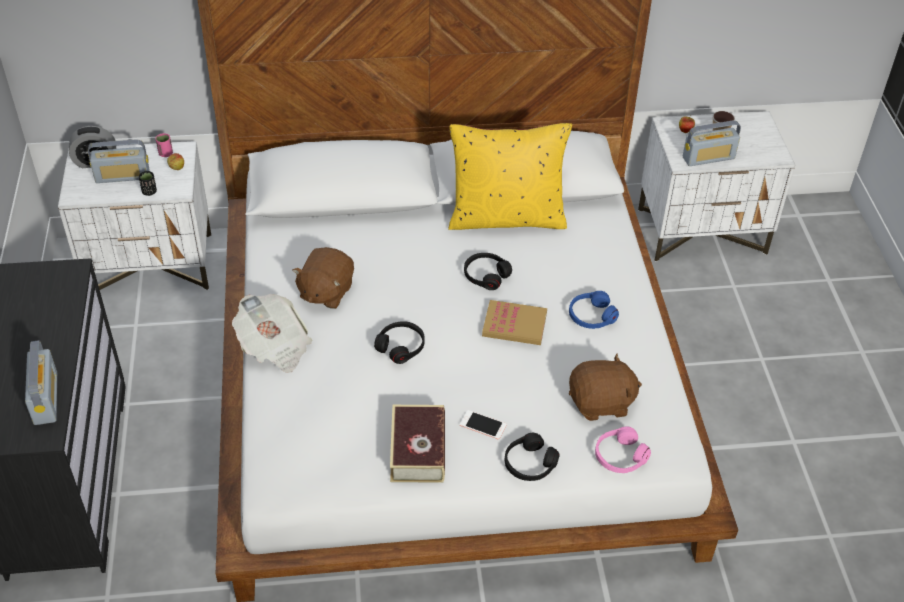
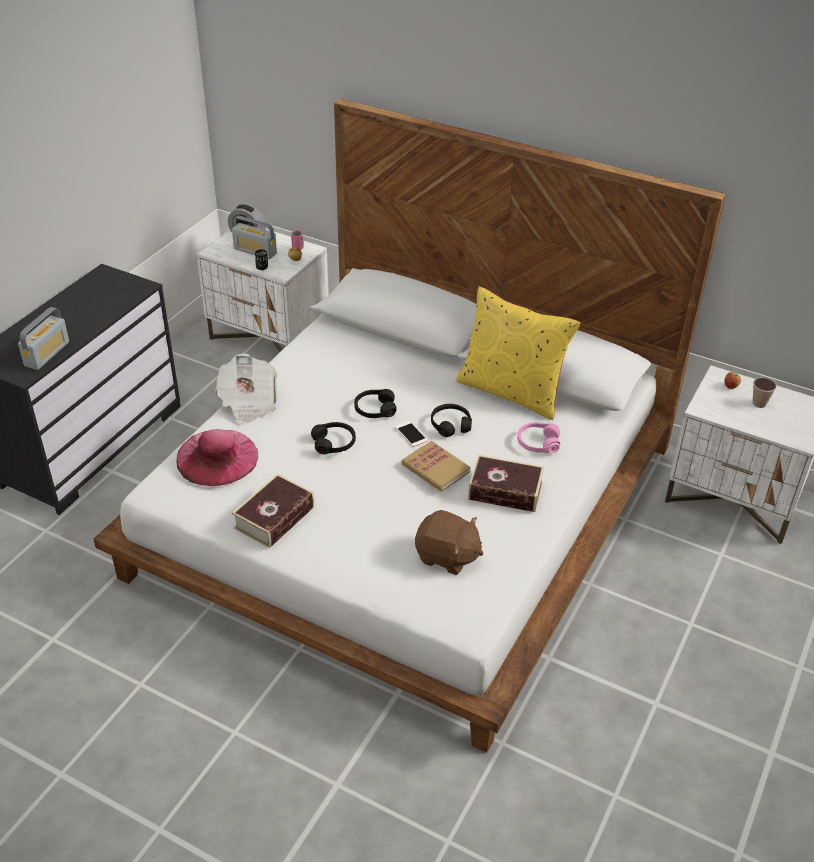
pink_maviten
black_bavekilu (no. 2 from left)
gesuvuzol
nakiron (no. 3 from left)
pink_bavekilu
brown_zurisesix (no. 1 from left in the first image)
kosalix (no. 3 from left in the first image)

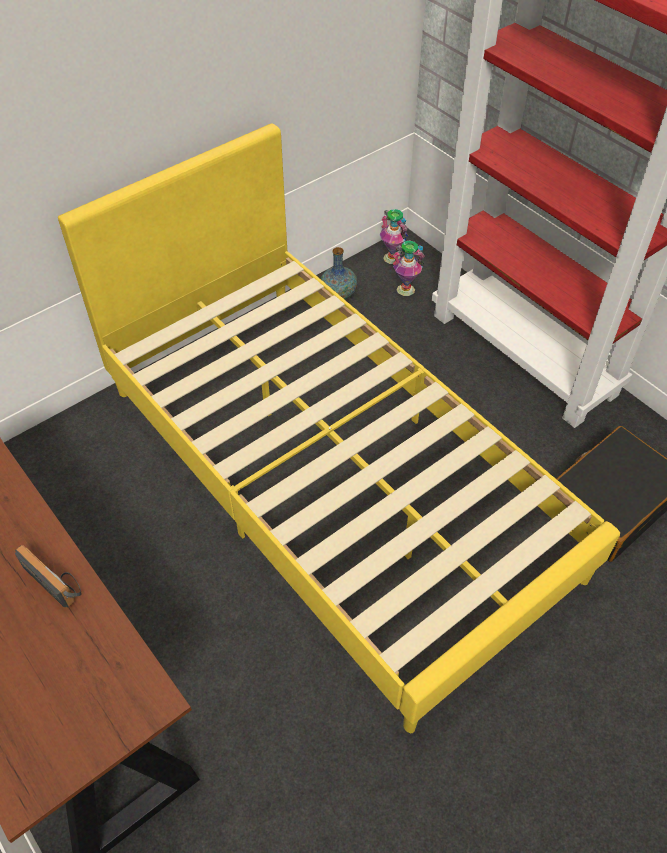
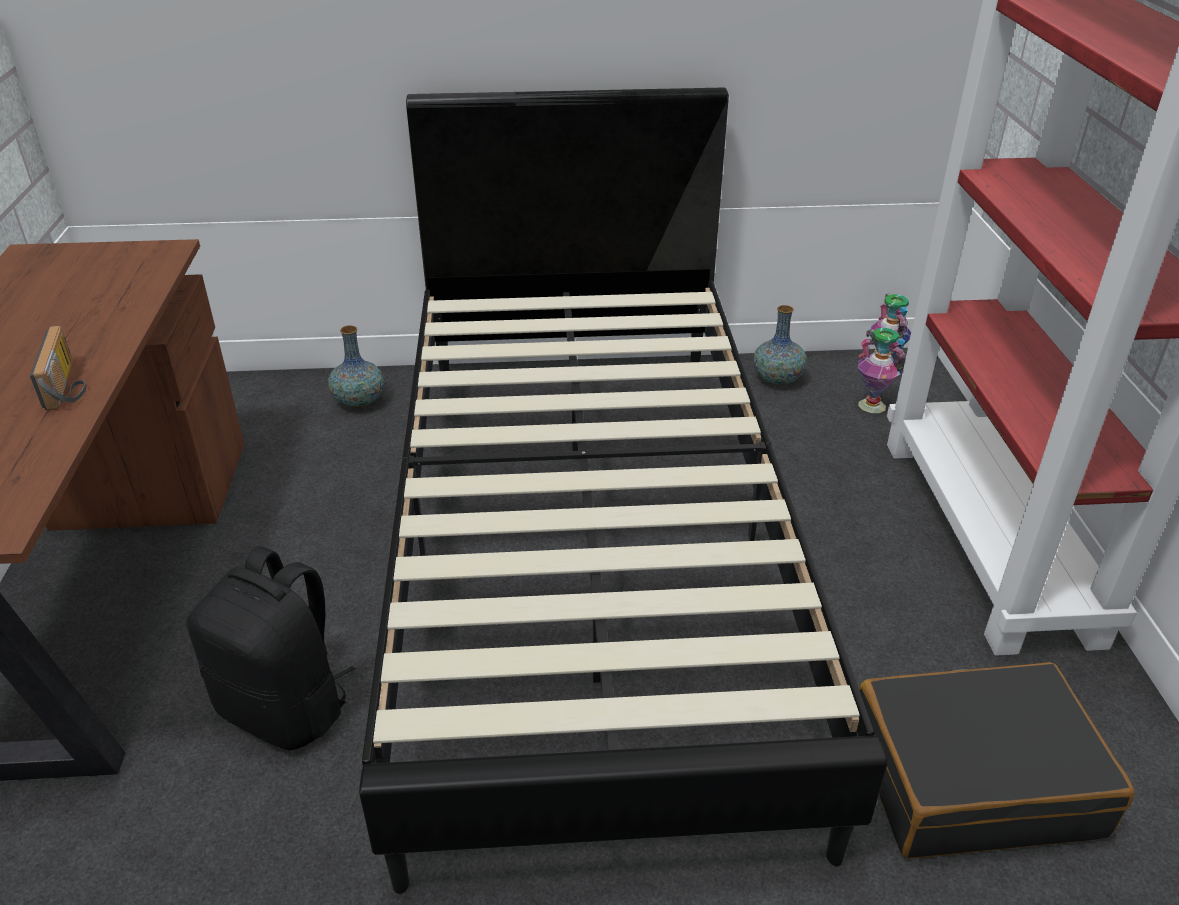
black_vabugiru
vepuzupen (no. 1 from left)
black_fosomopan

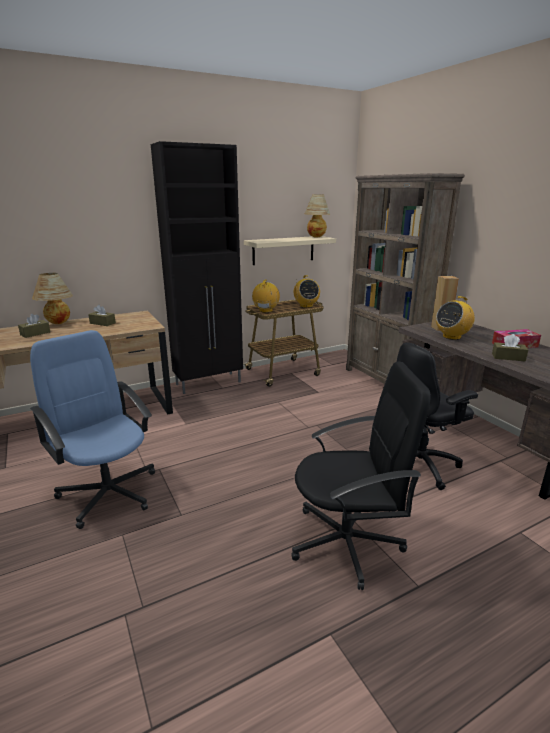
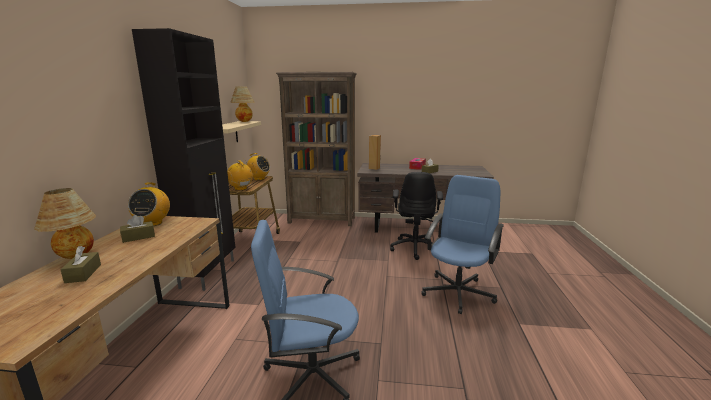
kosalix (no. 1 from left)
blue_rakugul (no. 2 from left)

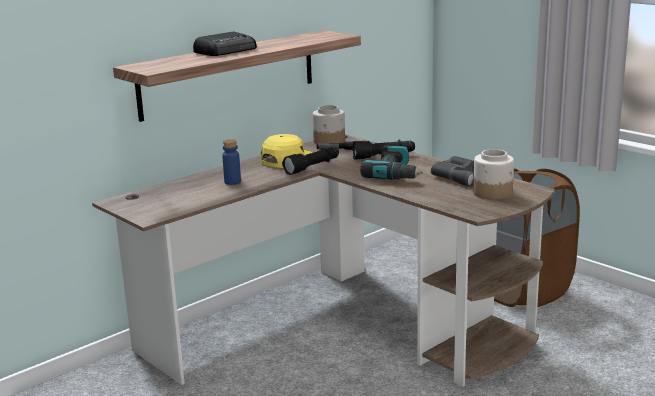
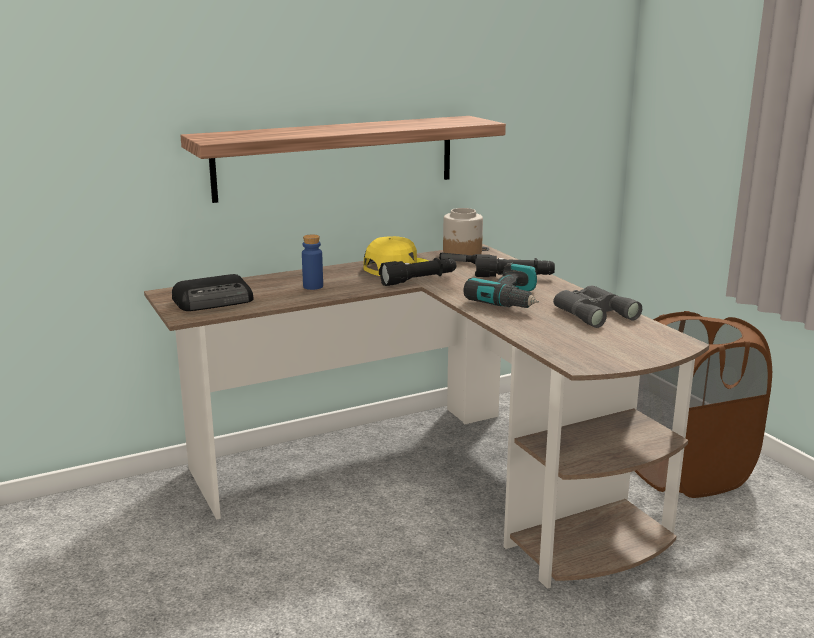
kosalix
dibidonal (no. 2 from left in the first image)

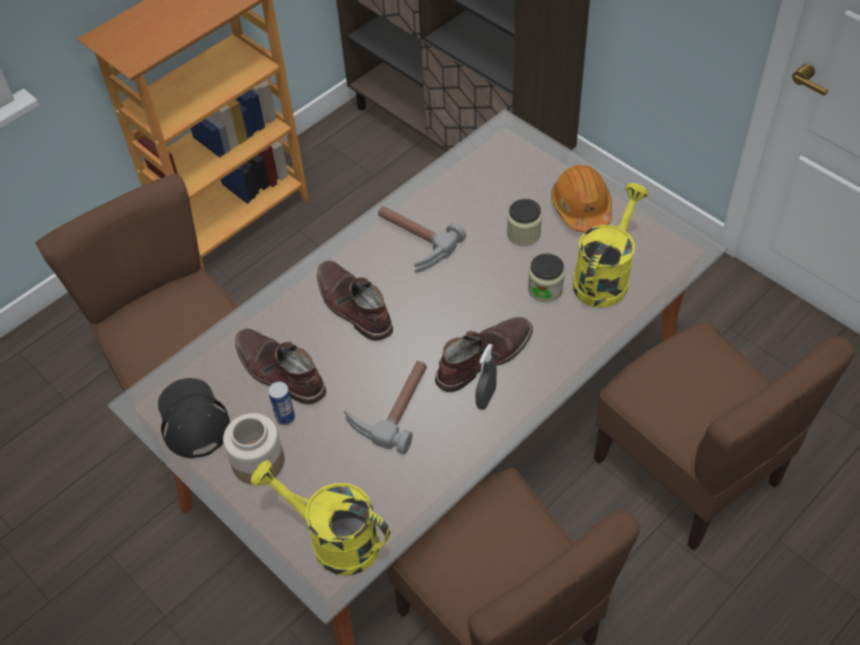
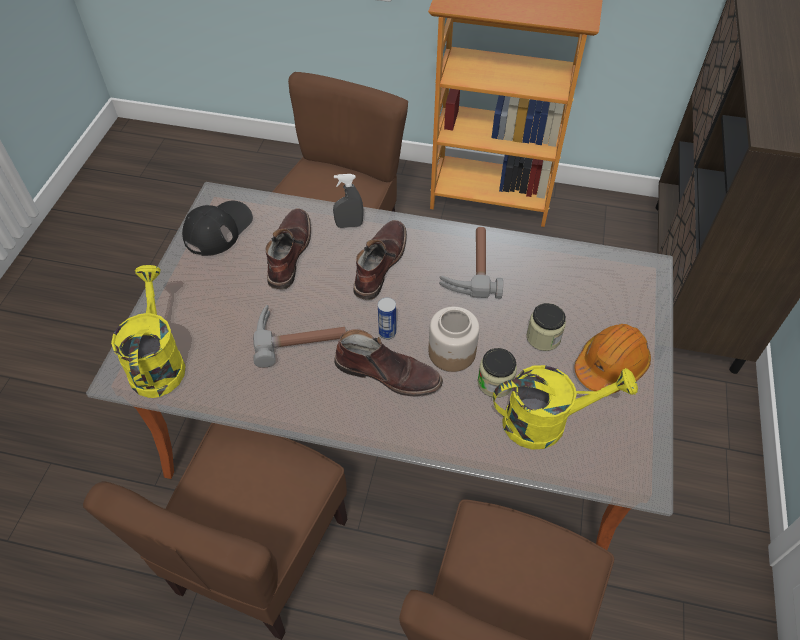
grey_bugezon
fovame
dibidonal (no. 1 from left)

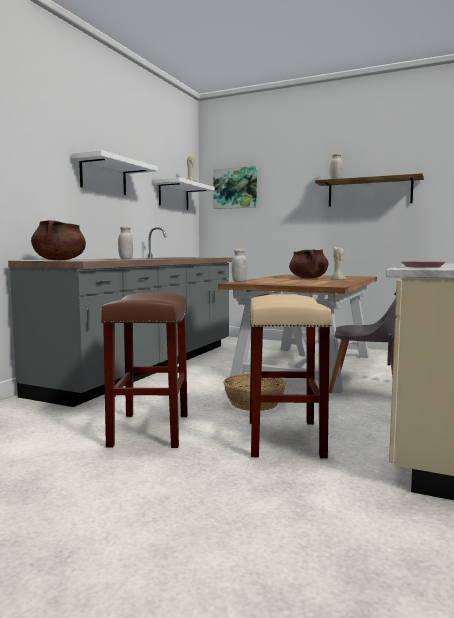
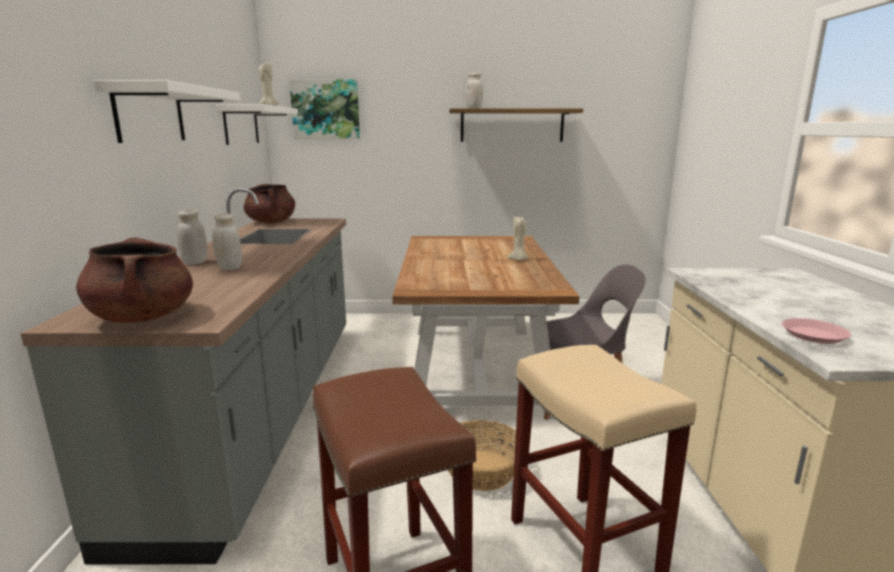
white_dibidonal (no. 1 from left)
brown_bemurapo (no. 2 from left)

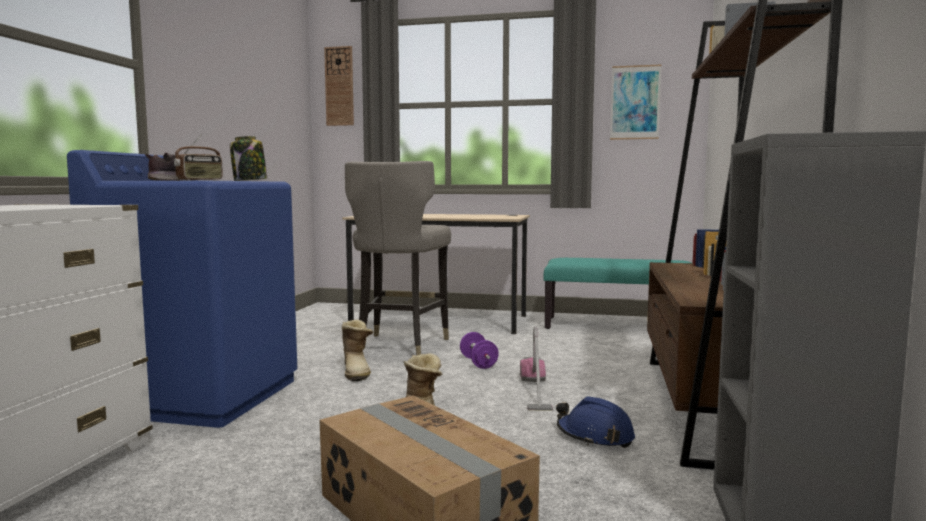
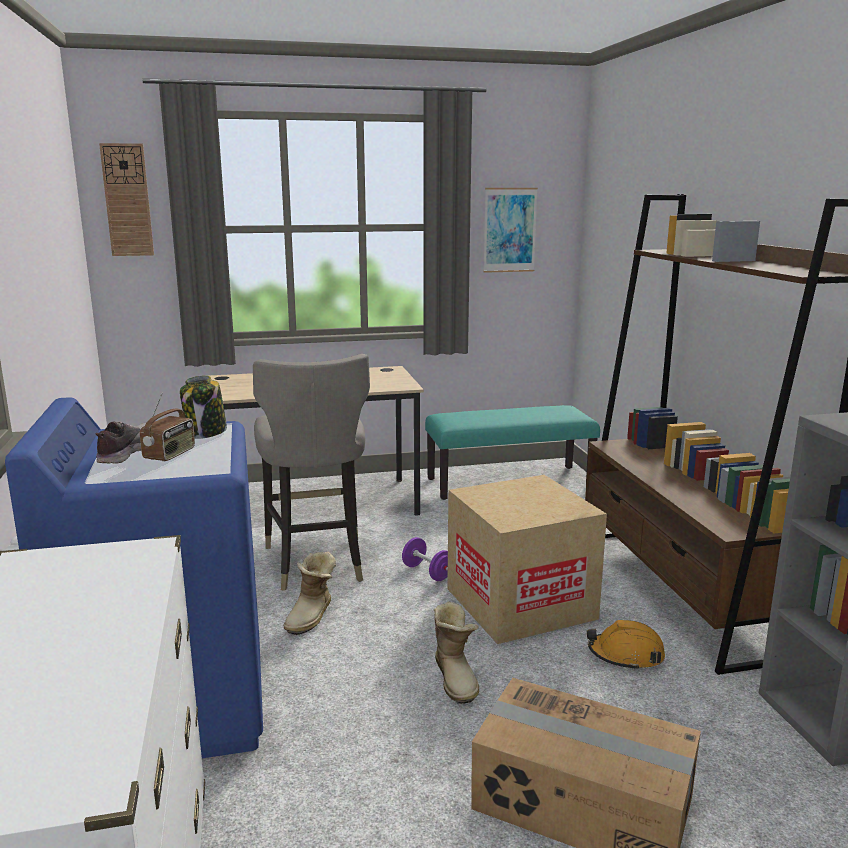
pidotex (no. 1 from left)
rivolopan (no. 1 from left)
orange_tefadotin

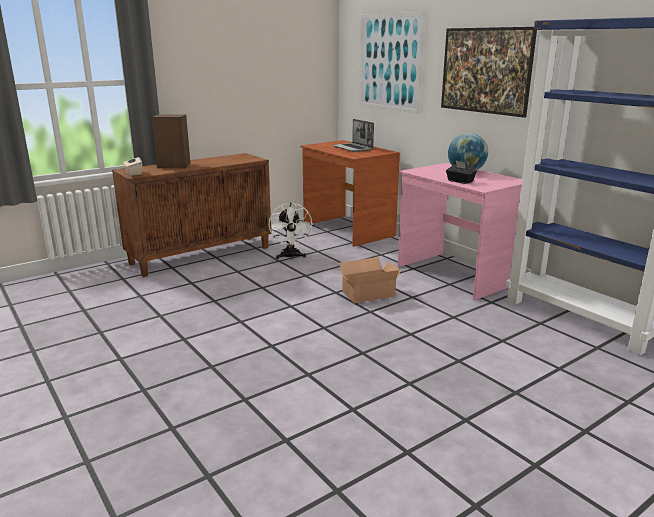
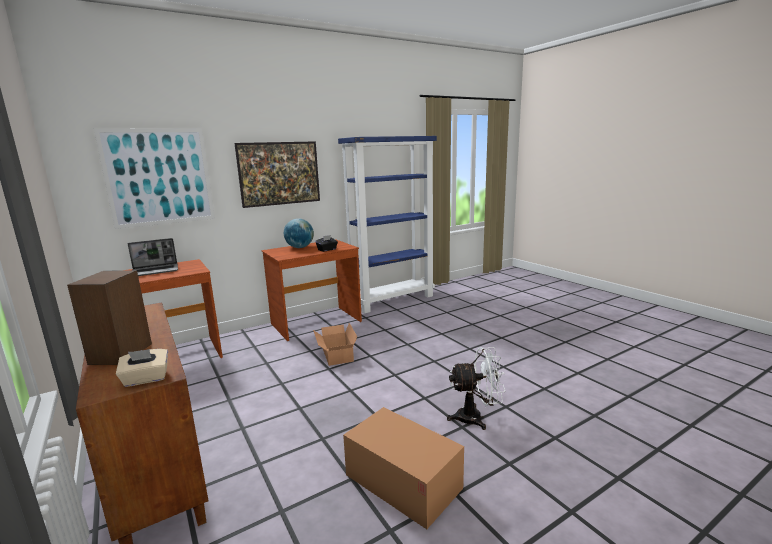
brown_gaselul (no. 2 from left)
rivolopan (no. 2 from left)
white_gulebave

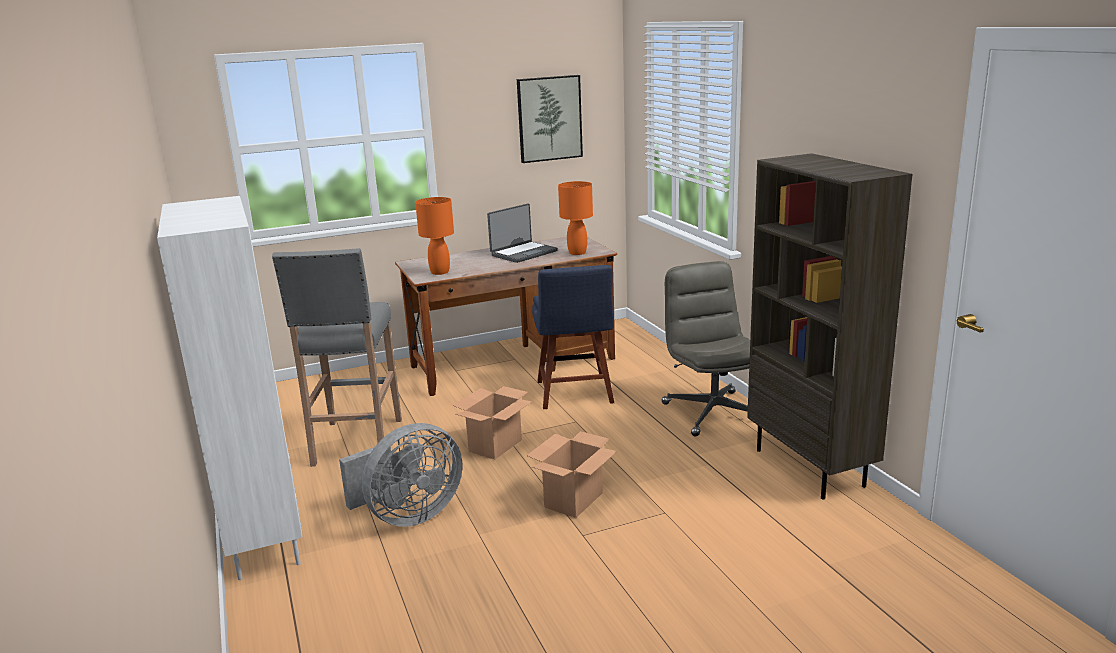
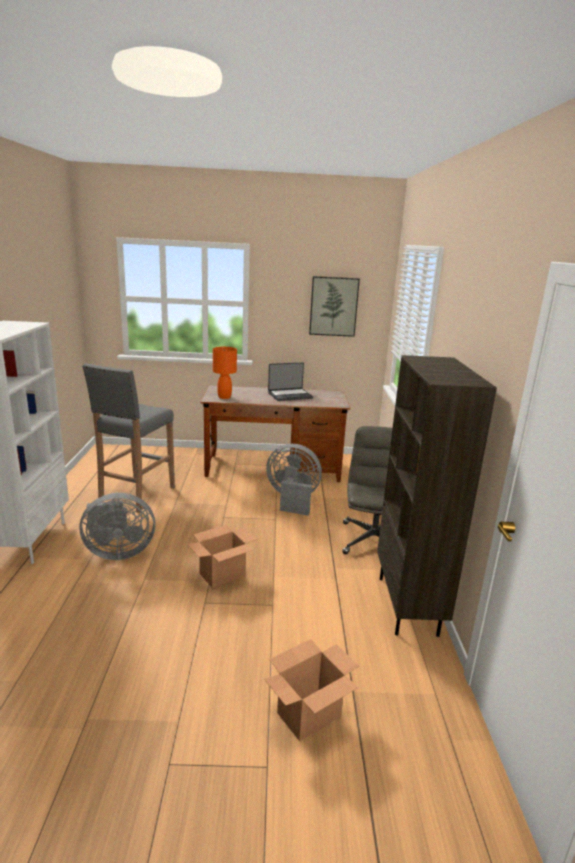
rivolopan (no. 2 from left)
grey_gulebave (no. 2 from left)
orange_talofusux (no. 2 from left in the first image)

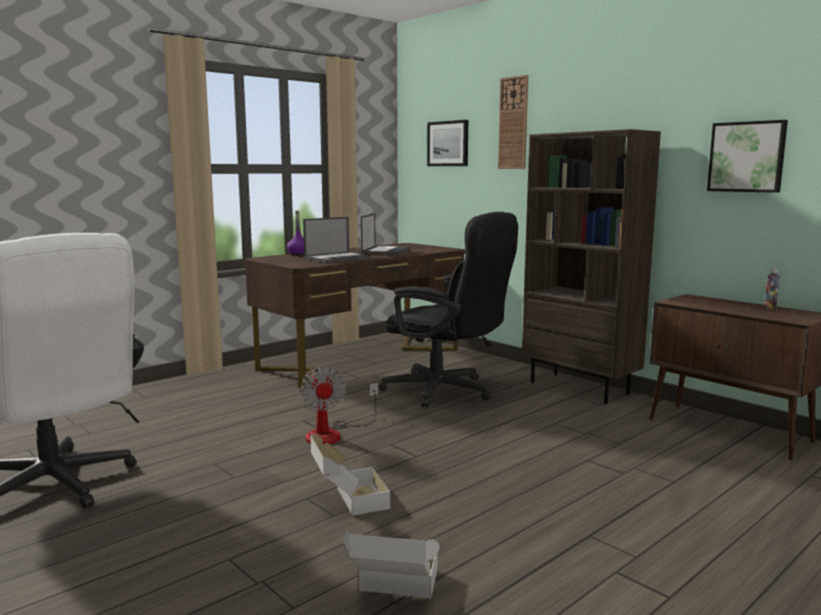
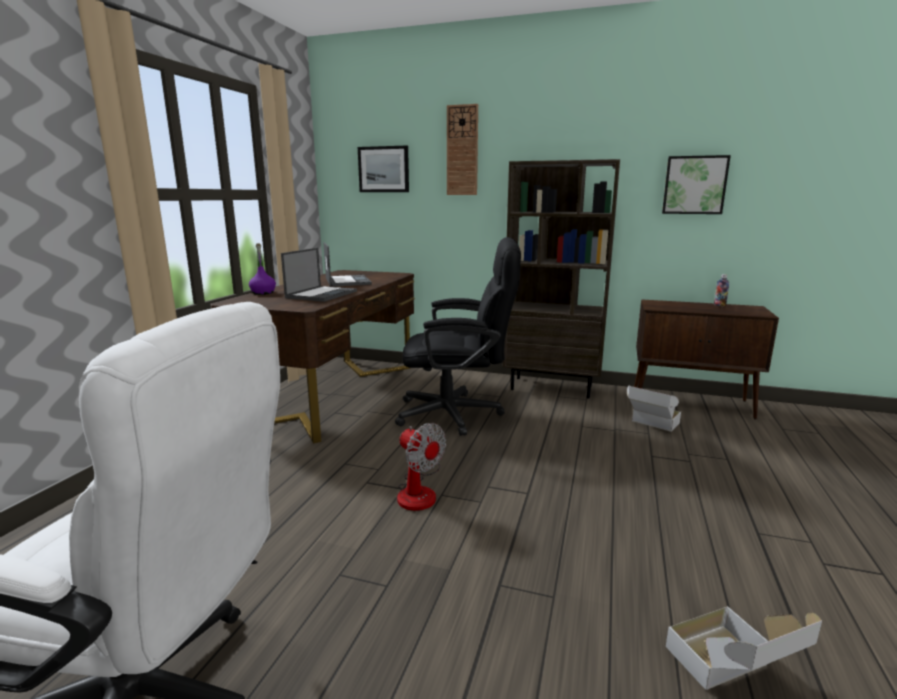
rivolopan (no. 1 from left)

